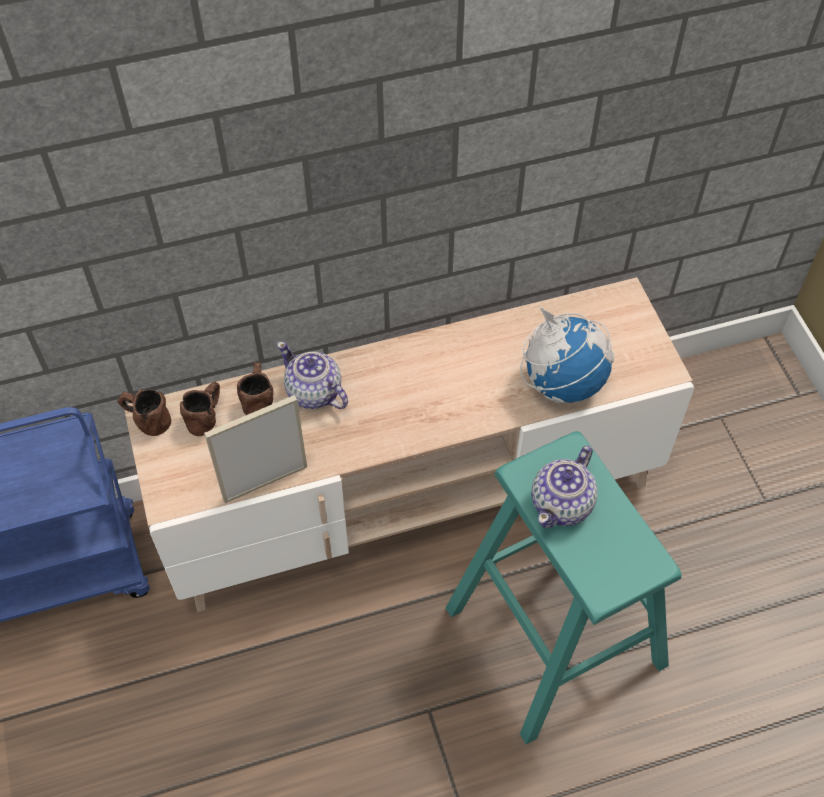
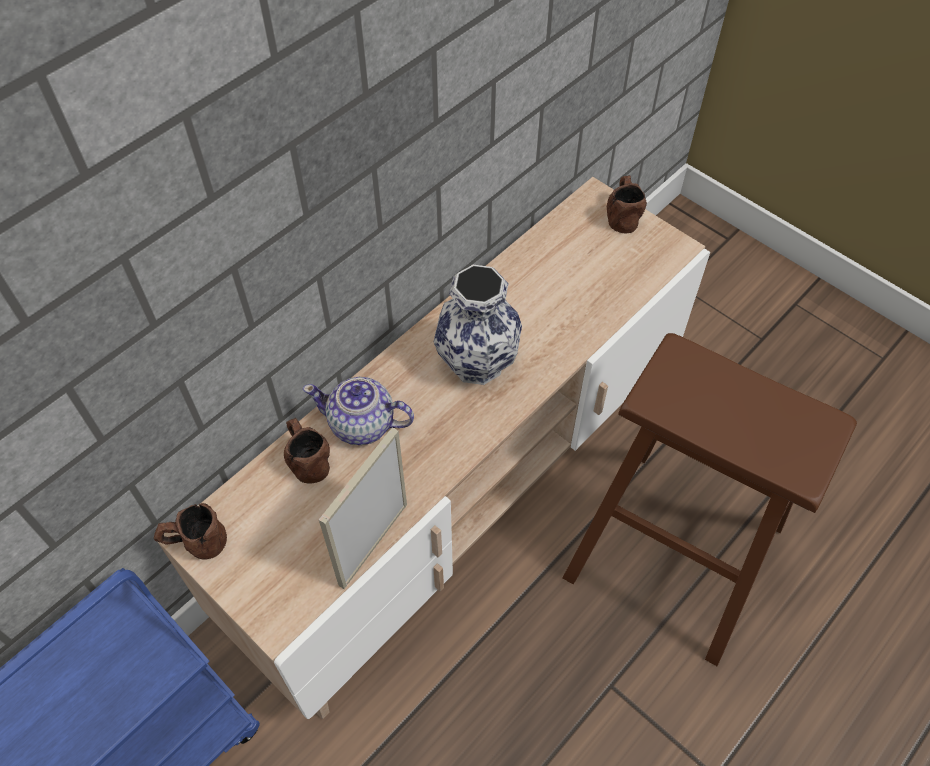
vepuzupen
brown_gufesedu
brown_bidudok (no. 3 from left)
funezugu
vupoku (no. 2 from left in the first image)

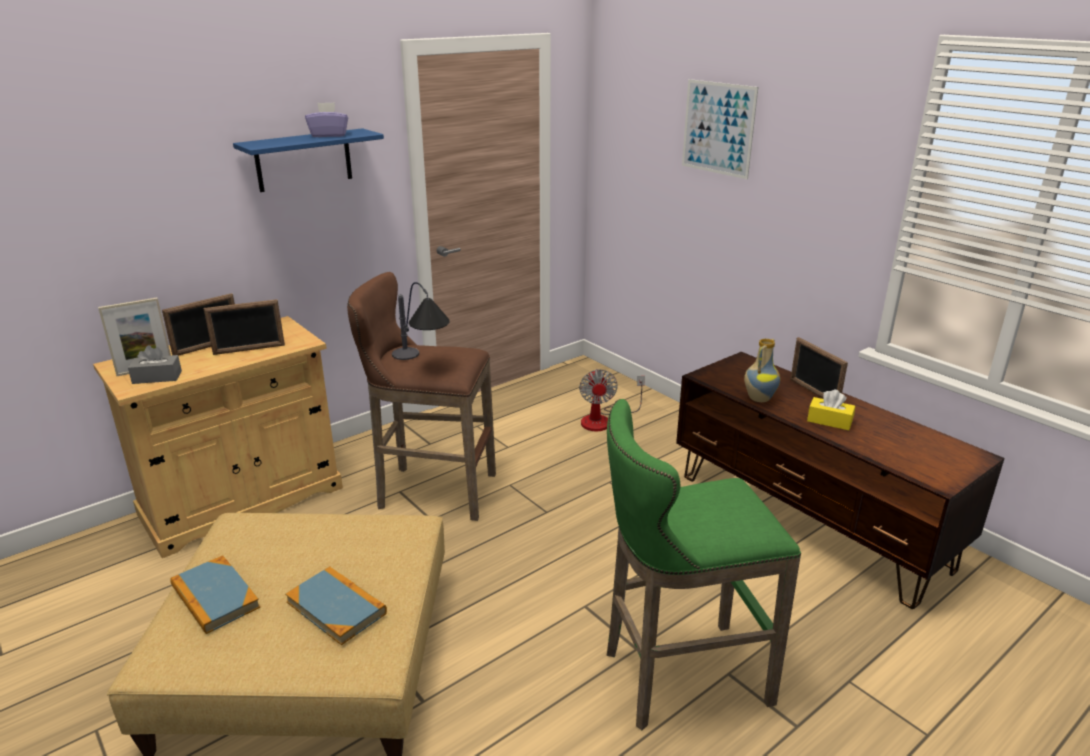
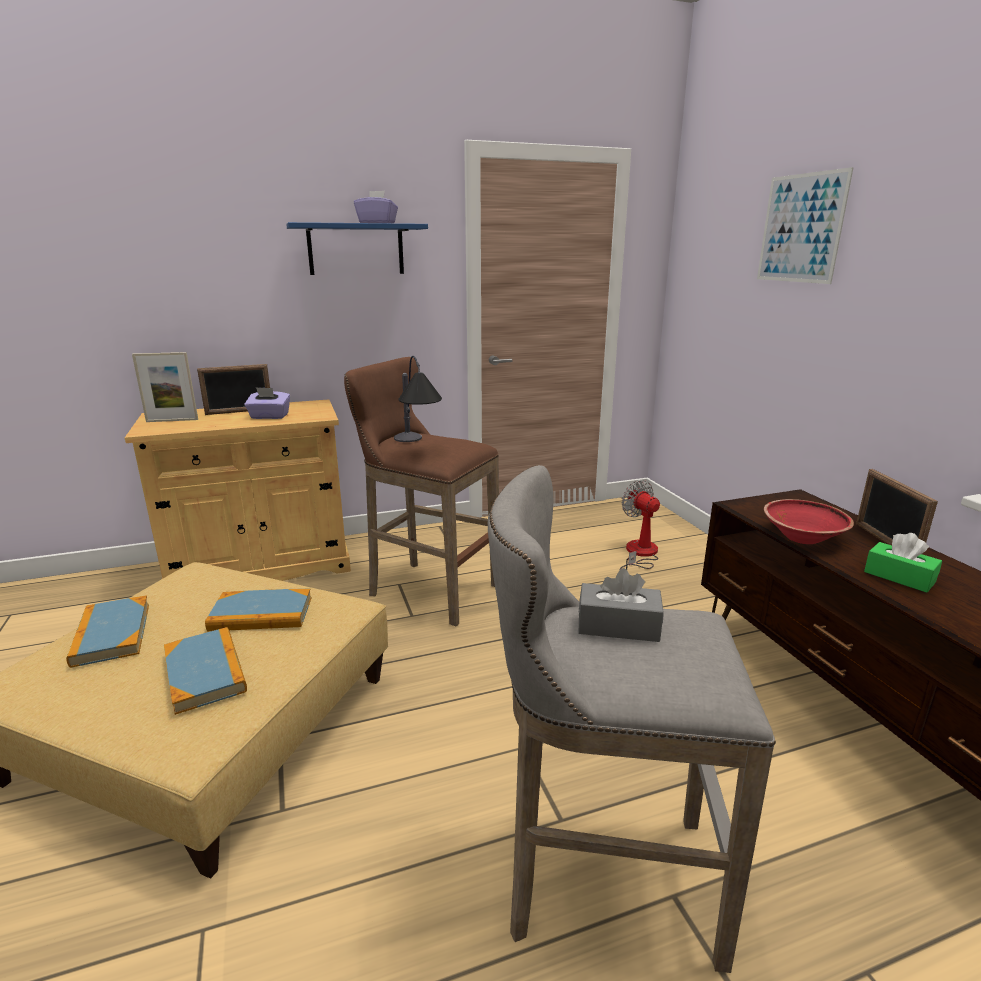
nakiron (no. 3 from left)
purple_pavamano (no. 1 from left)
grey_gufesedu
grey_pavamano
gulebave
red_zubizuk
green_pavamano

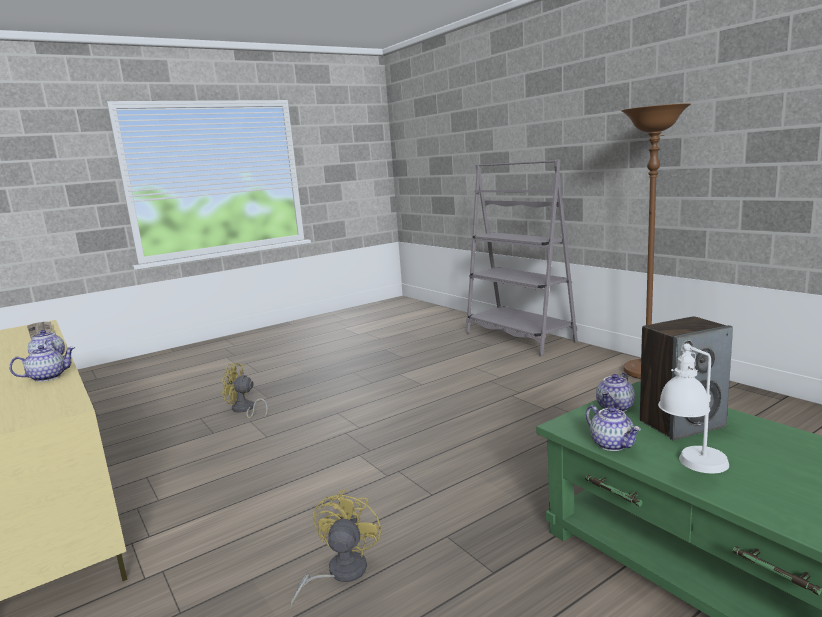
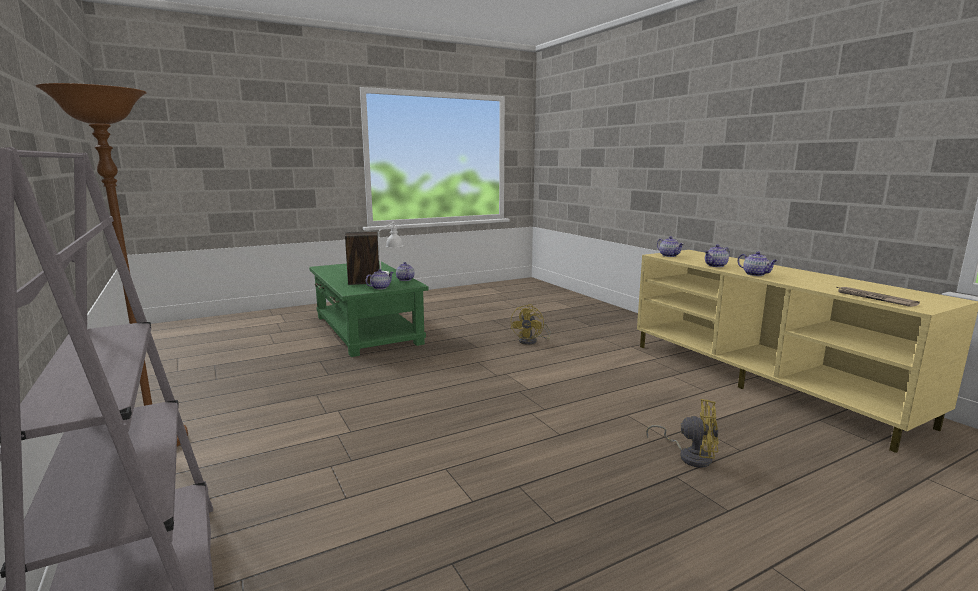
vupoku (no. 3 from left)

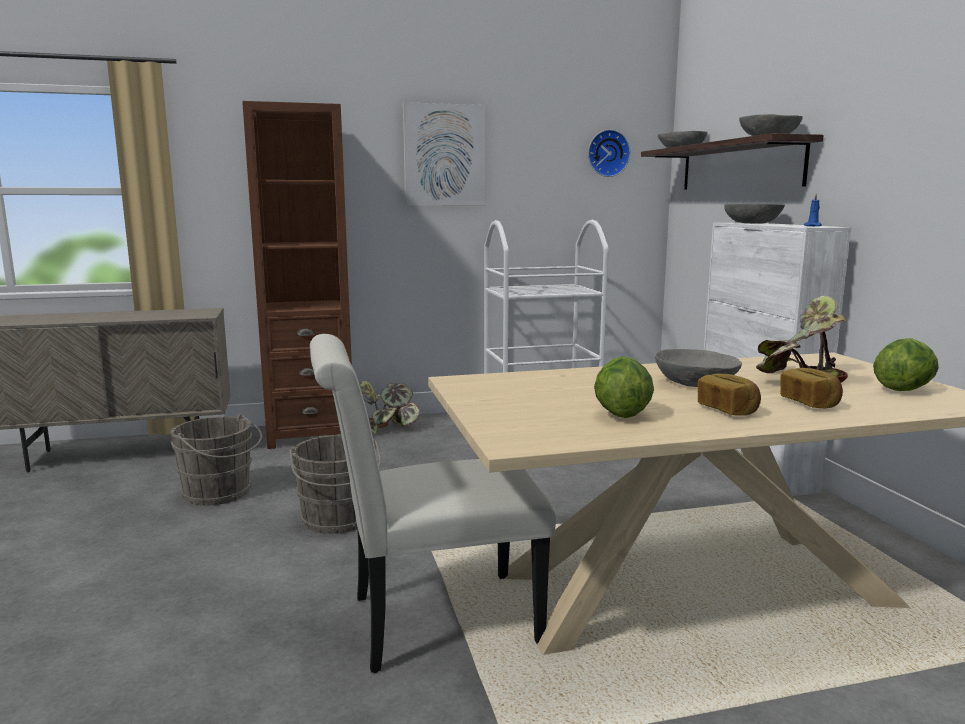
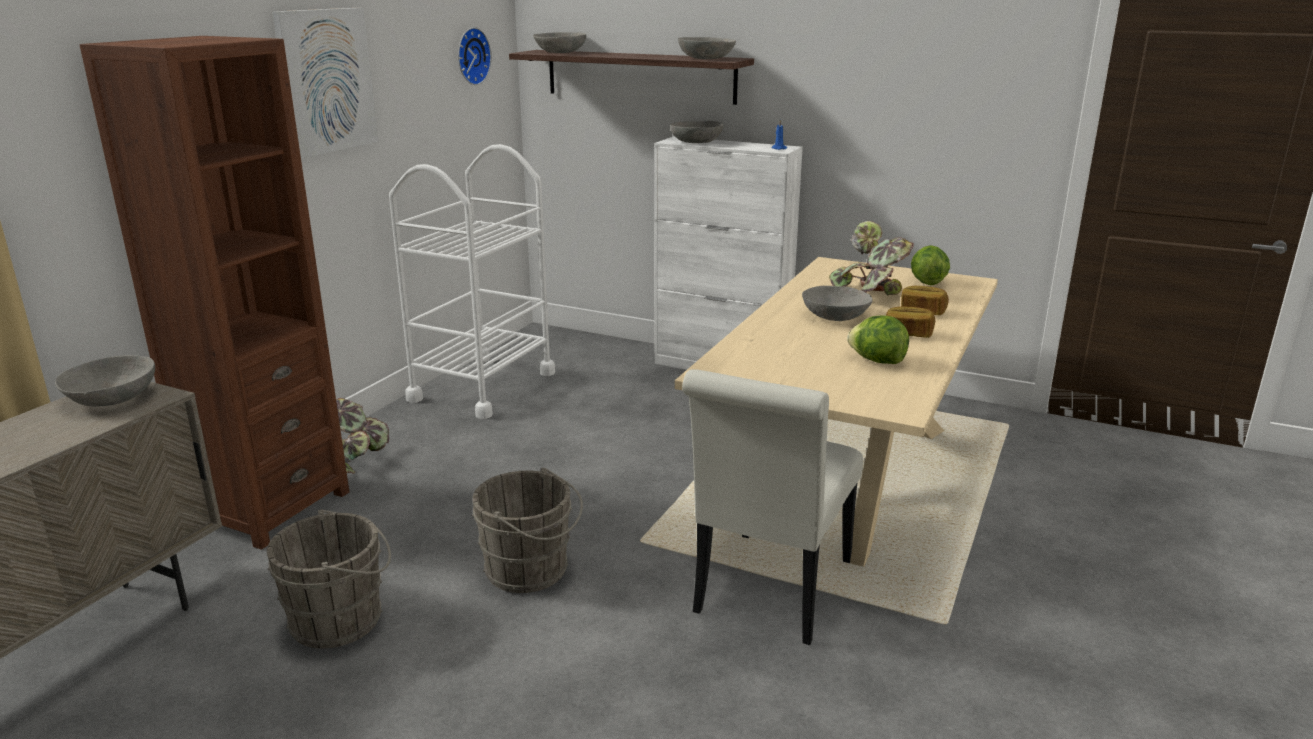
grey_zubizuk (no. 1 from left)

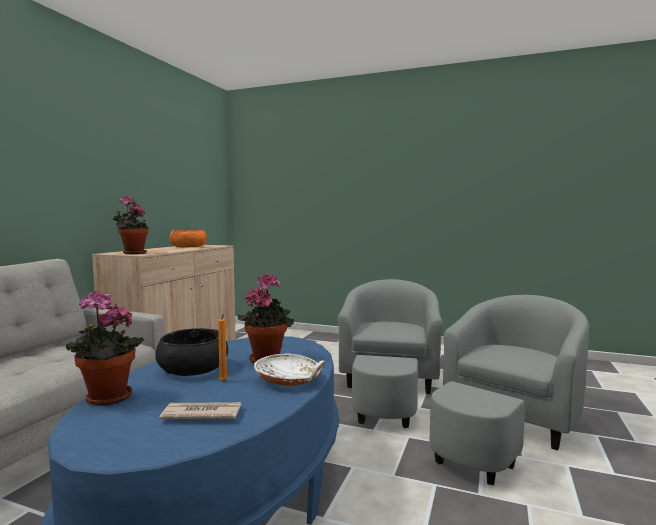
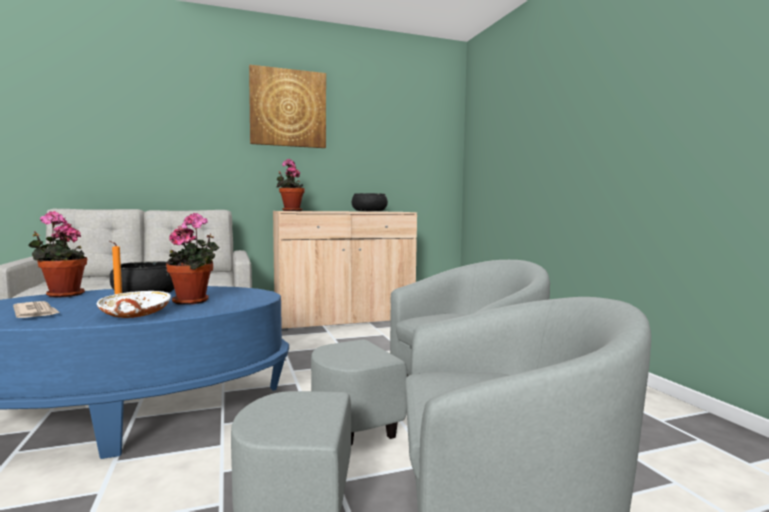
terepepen
black_zubizuk (no. 2 from left)

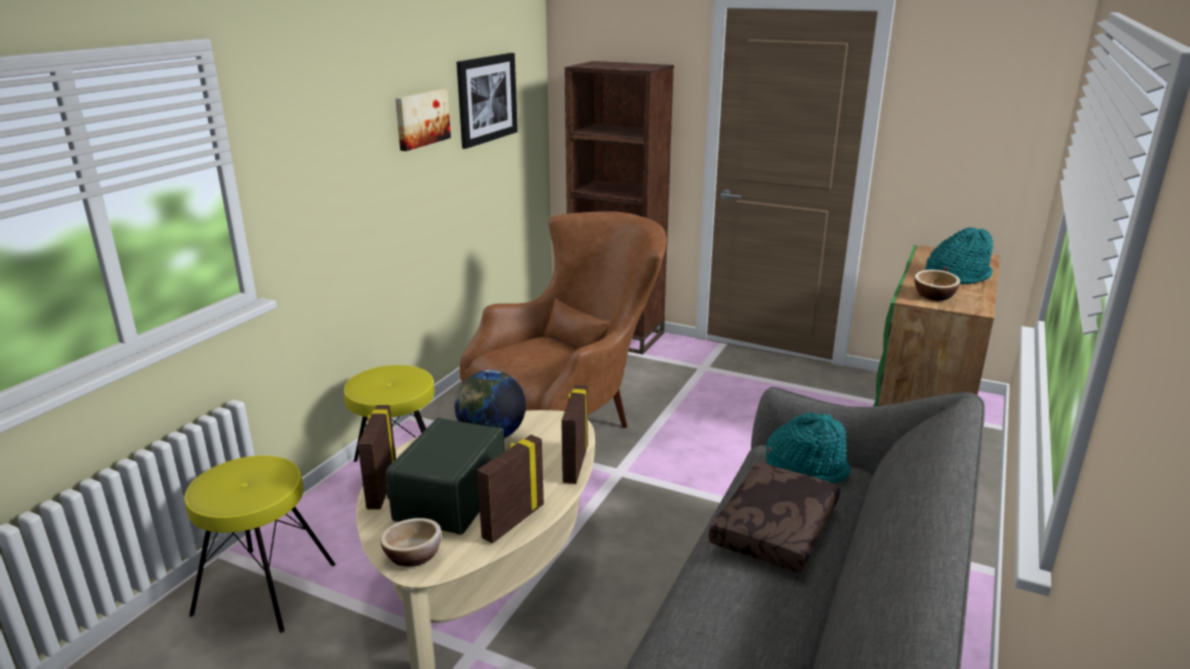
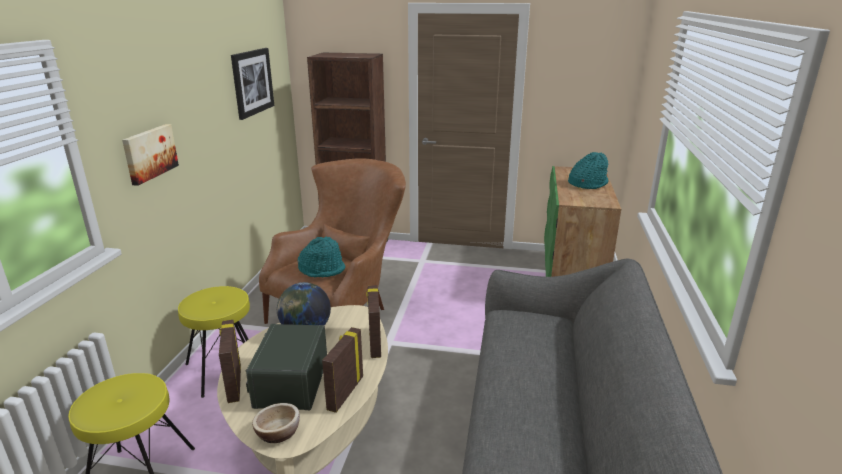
terepepen (no. 1 from left)
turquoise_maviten (no. 1 from left)
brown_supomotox
zubizuk (no. 2 from left in the first image)

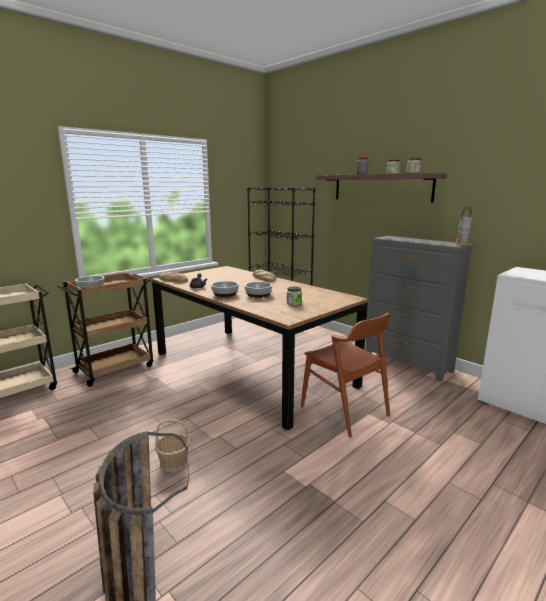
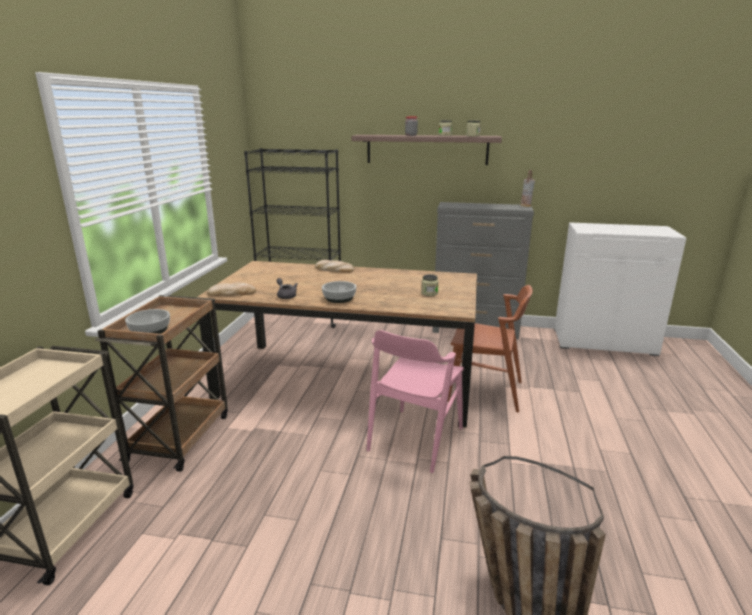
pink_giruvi
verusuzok (no. 2 from left in the first image)
zubizuk (no. 3 from left in the first image)

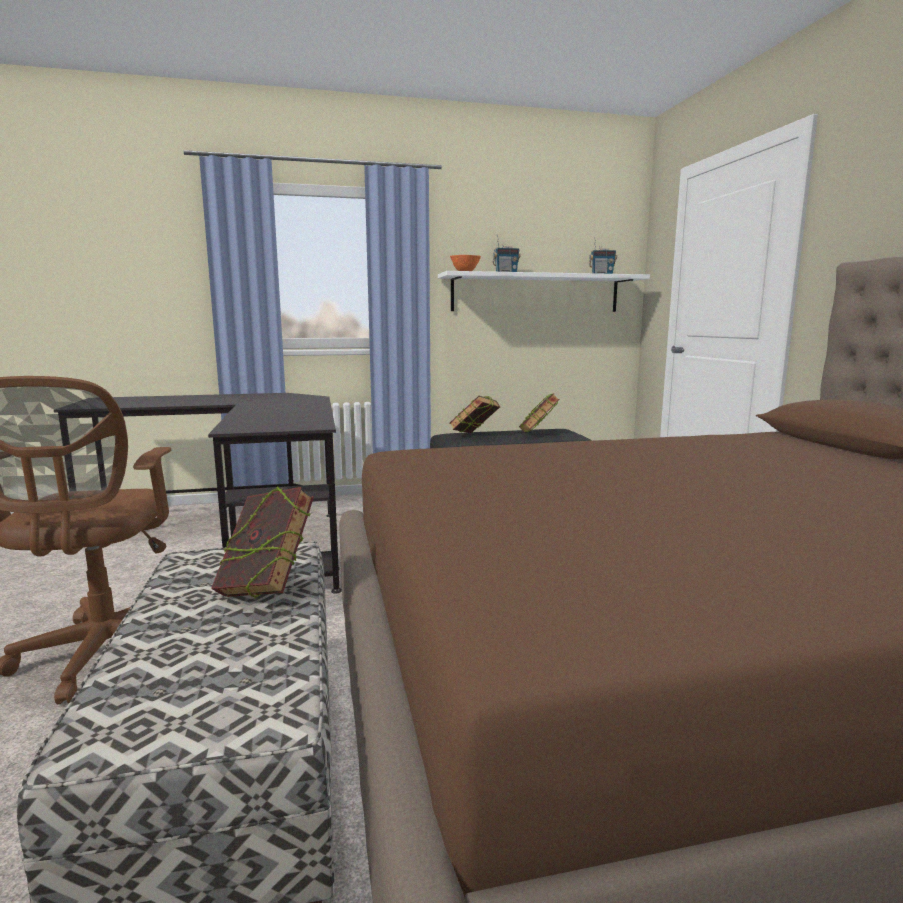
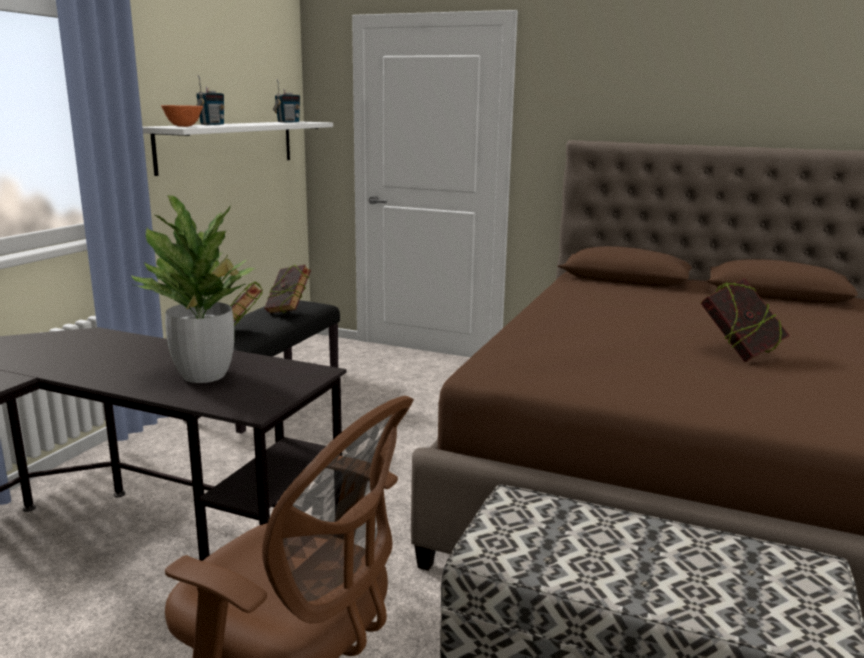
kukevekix
nakiron (no. 3 from left)

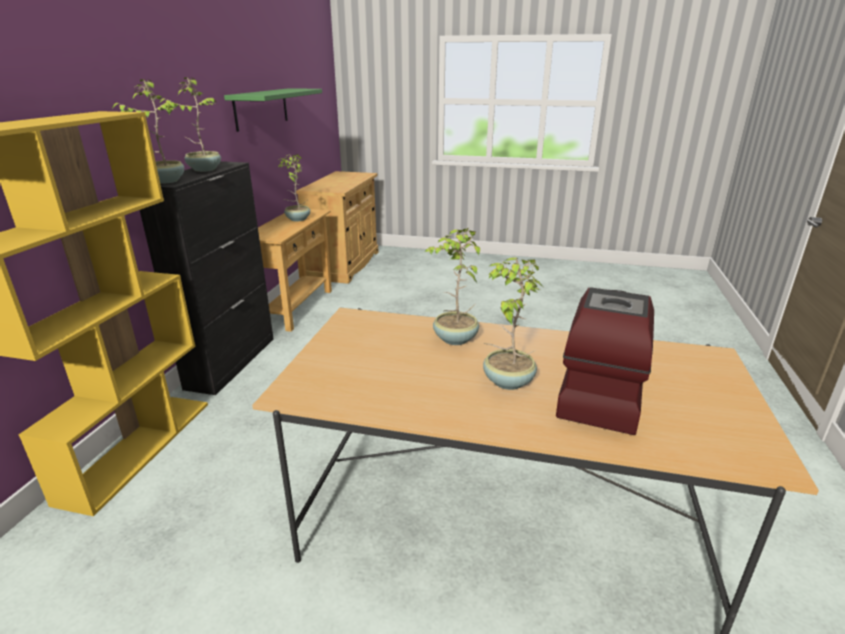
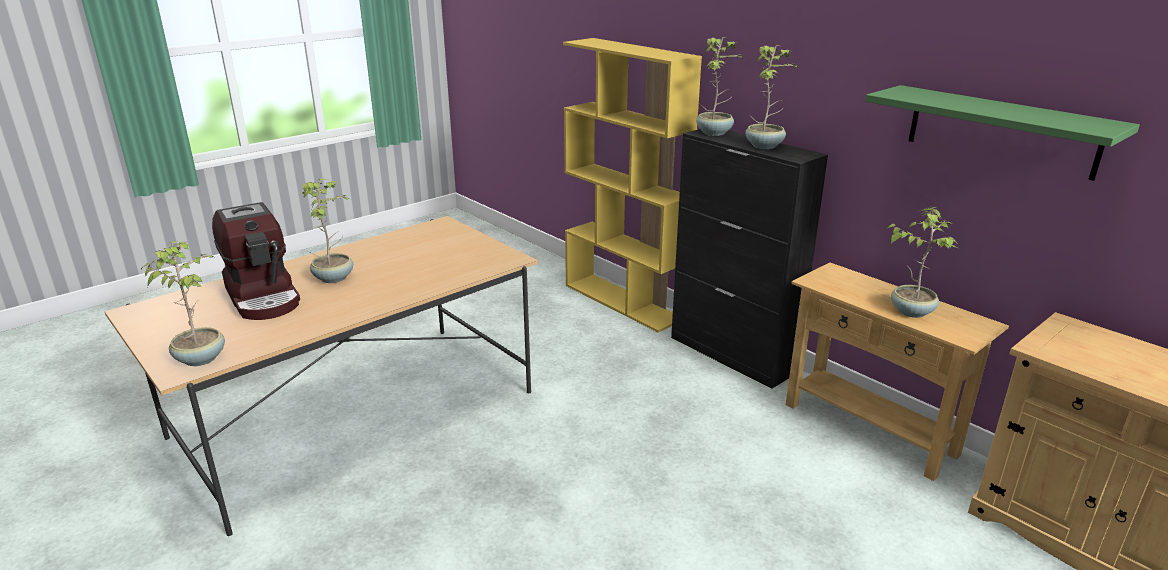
kukevekix (no. 1 from left)

